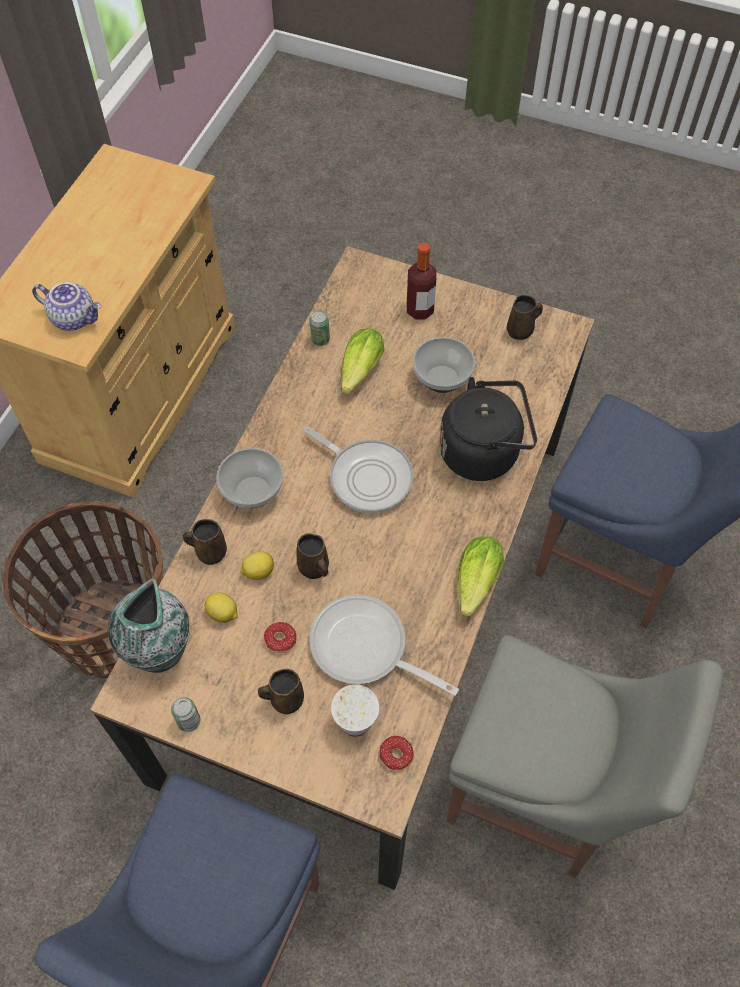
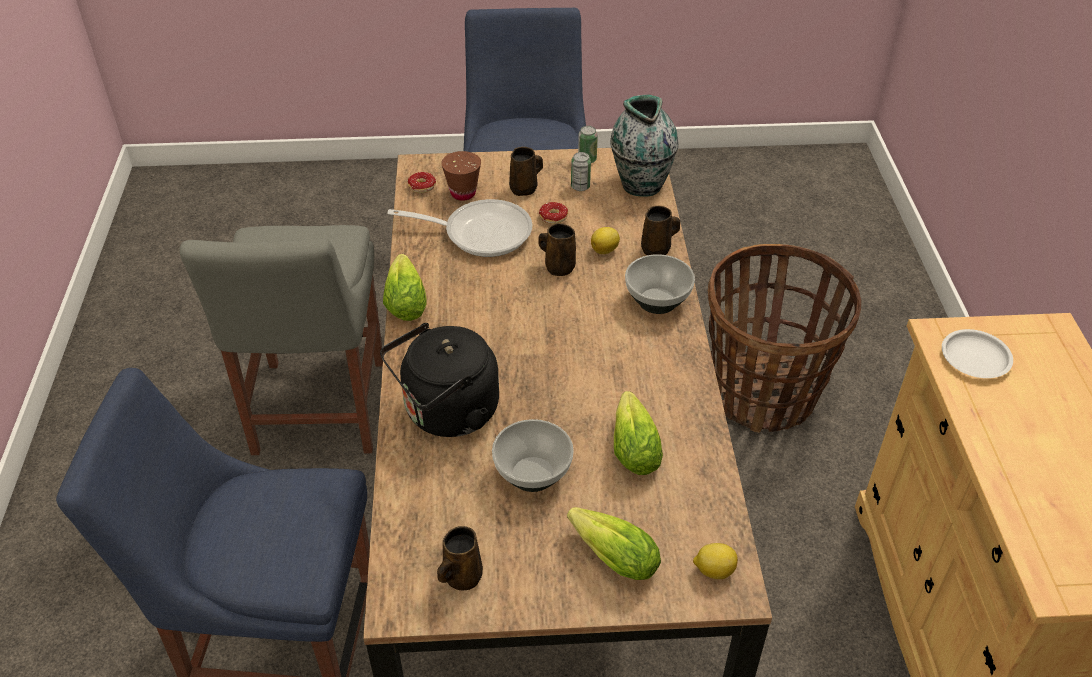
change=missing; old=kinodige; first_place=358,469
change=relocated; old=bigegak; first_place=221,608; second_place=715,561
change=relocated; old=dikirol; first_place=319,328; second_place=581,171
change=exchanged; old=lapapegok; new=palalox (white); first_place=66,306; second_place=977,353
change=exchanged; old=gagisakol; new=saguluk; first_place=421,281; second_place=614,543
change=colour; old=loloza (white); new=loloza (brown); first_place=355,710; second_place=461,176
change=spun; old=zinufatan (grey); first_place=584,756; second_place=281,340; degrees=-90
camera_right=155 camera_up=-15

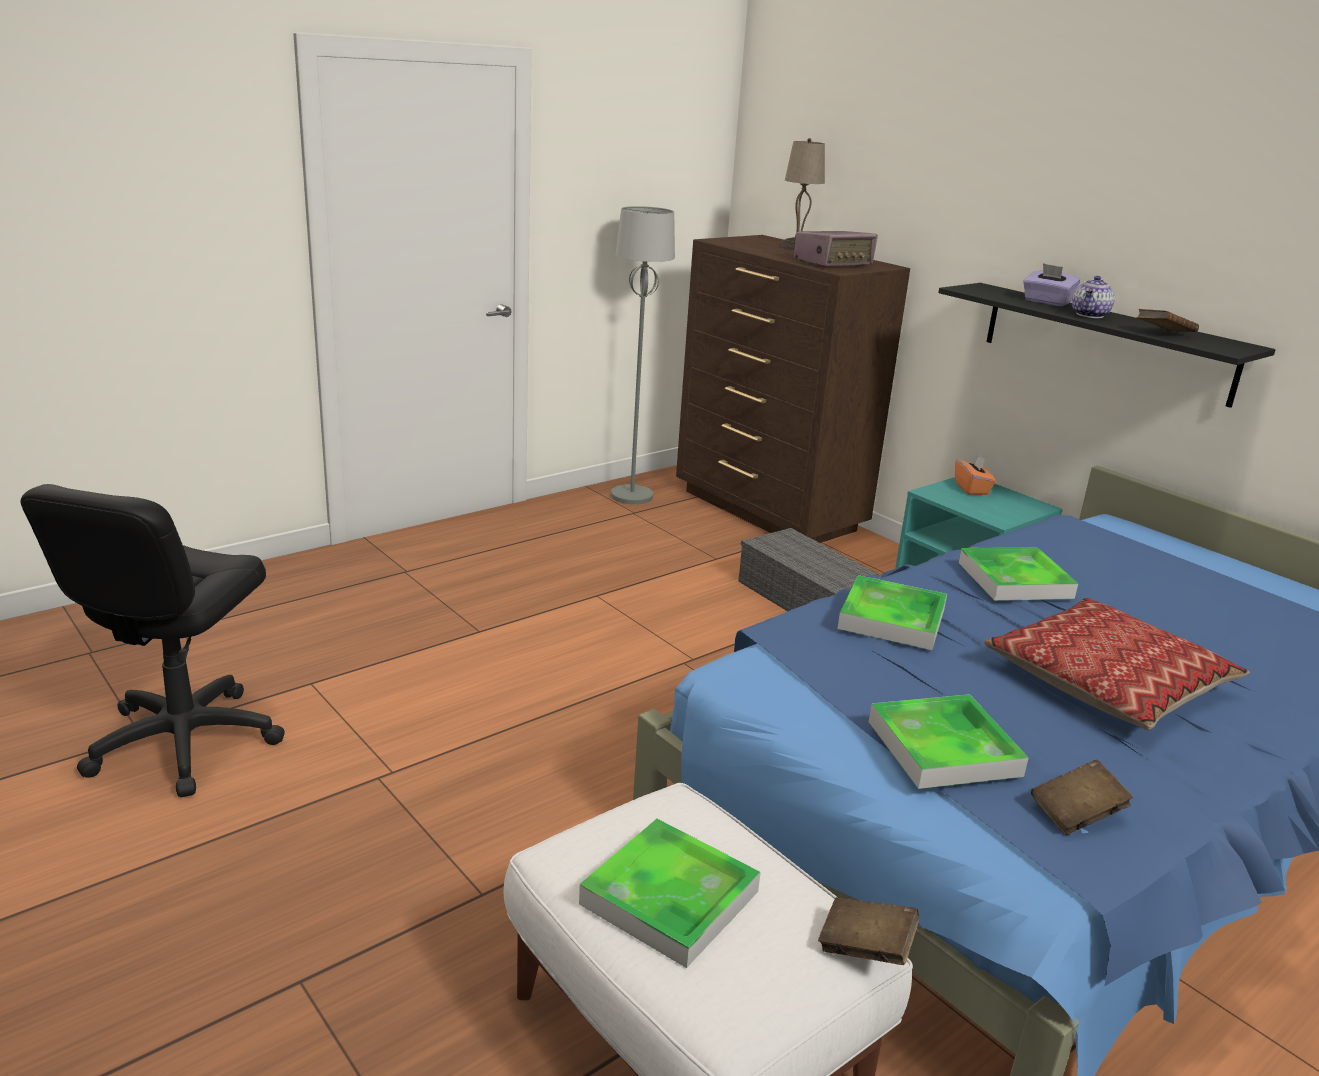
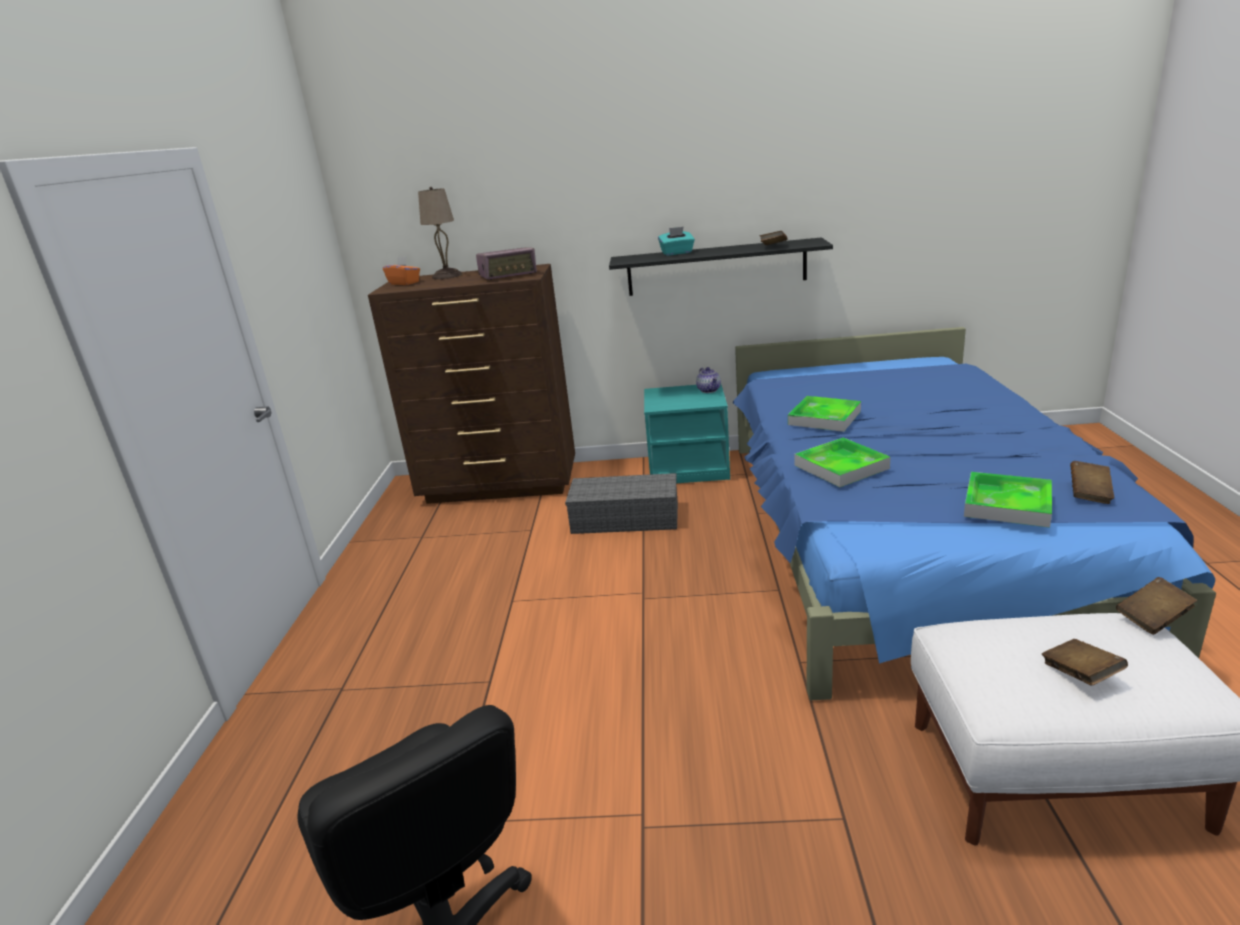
change=missing; old=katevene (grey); first_place=643,355
change=missing; old=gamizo; first_place=1117,664
change=relocated; old=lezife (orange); first_place=975,475; second_place=401,271
change=relocated; old=lapapegok; first_place=1093,297; second_place=708,380
change=exchanged; old=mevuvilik; new=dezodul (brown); first_place=670,893; second_place=1084,662
change=colour; old=lezife (purple); new=lezife (turquoise); first_place=1051,284; second_place=676,241
change=spun; old=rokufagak; first_place=836,249; second_place=506,264; degrees=60
camera_right=-45 camera_up=0

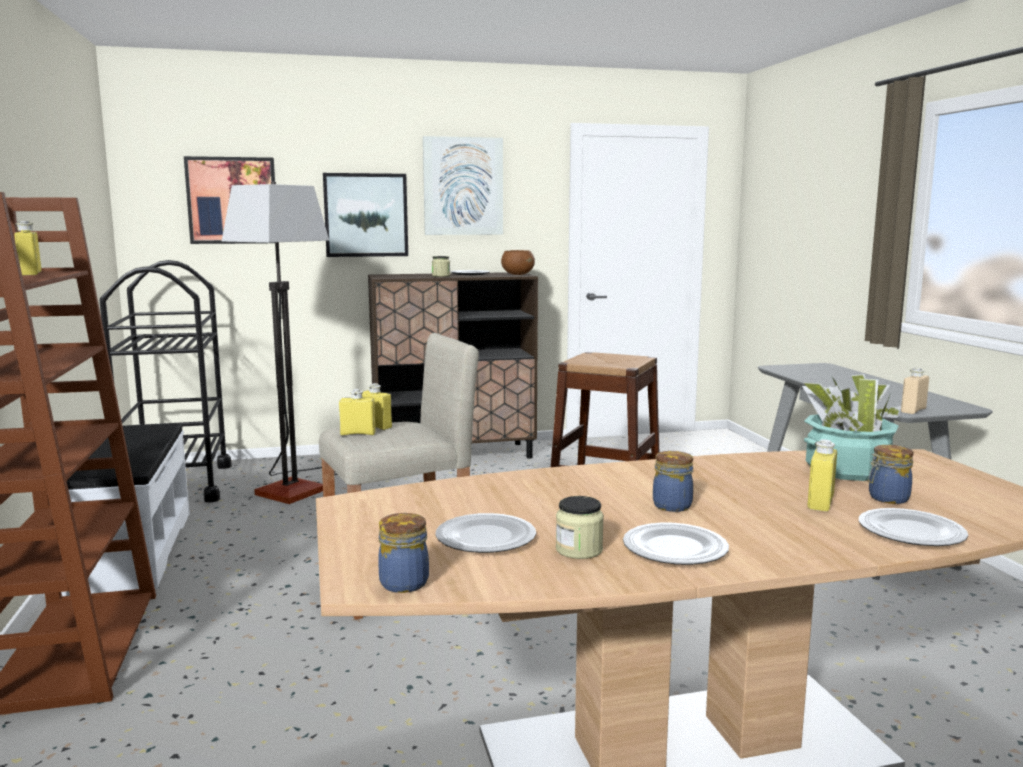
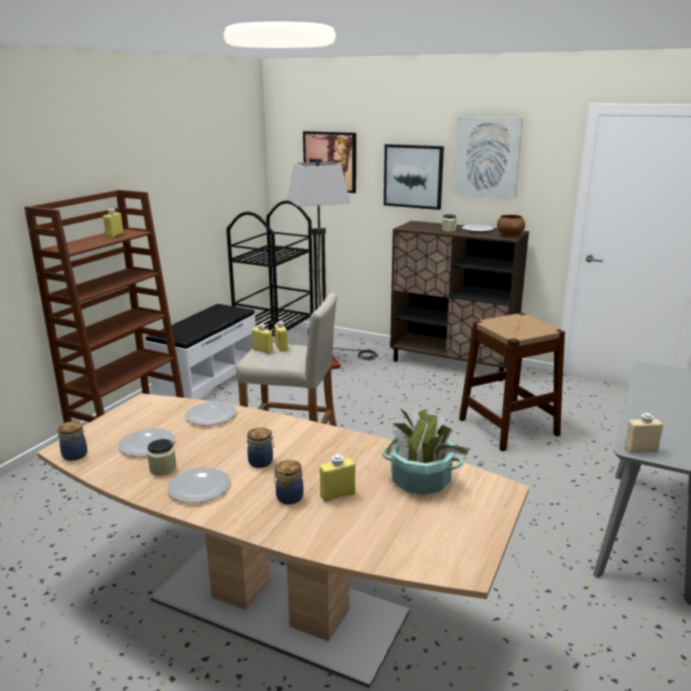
change=relocated; old=palalox; first_place=913,527; second_place=211,414
change=relocated; old=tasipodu; first_place=891,474; second_place=289,482
camera_right=40 camera_up=10

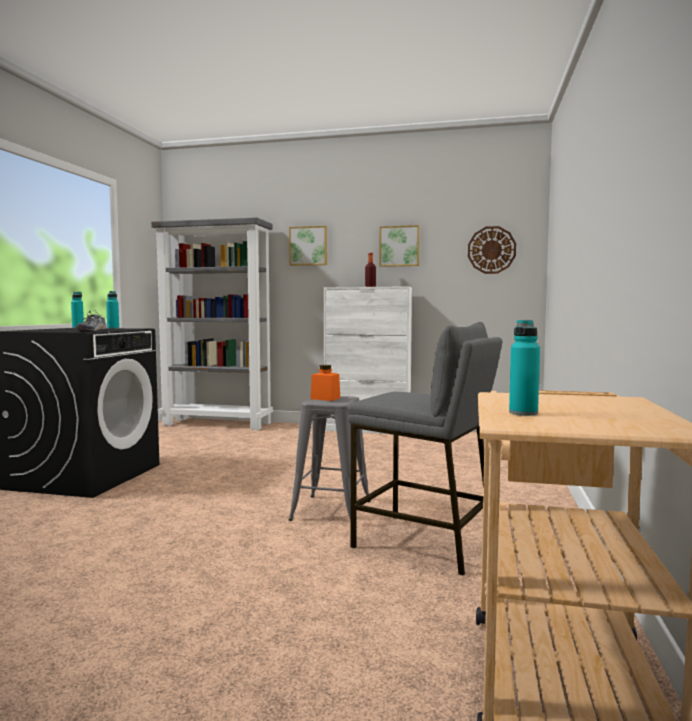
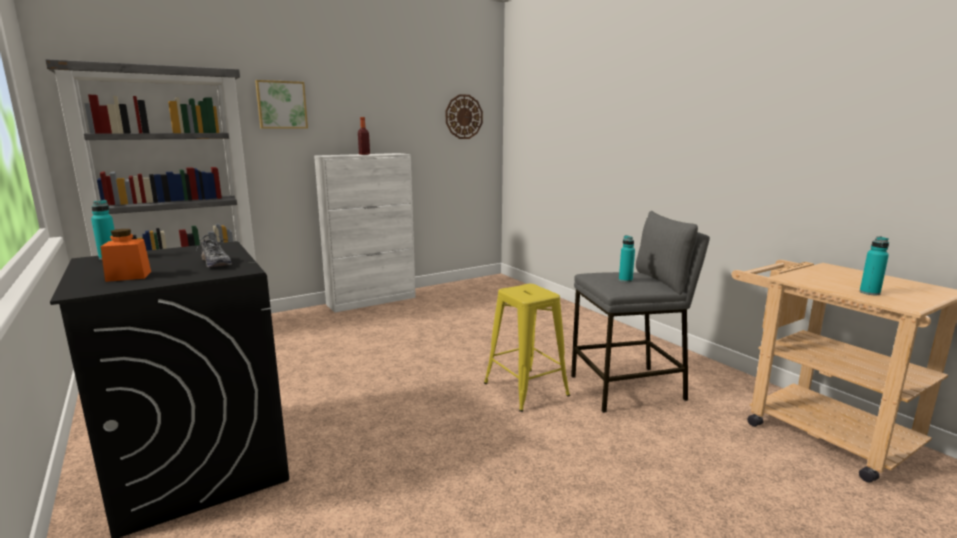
change=missing; old=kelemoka; first_place=399,246
change=relocated; old=gagisakol (turquoise); first_place=112,310; second_place=627,258
change=relocated; old=tasipodu (orange); first_place=325,383; second_place=125,255
change=colour; old=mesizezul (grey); new=mesizezul (yellow); first_place=329,458; second_place=527,348
camera_right=-45 camera_up=10

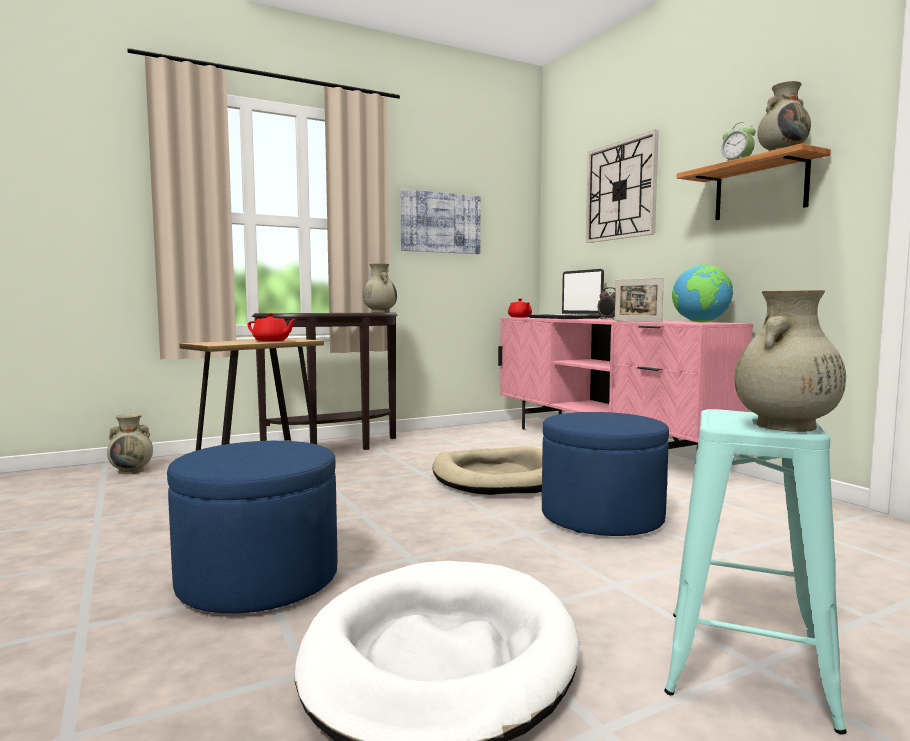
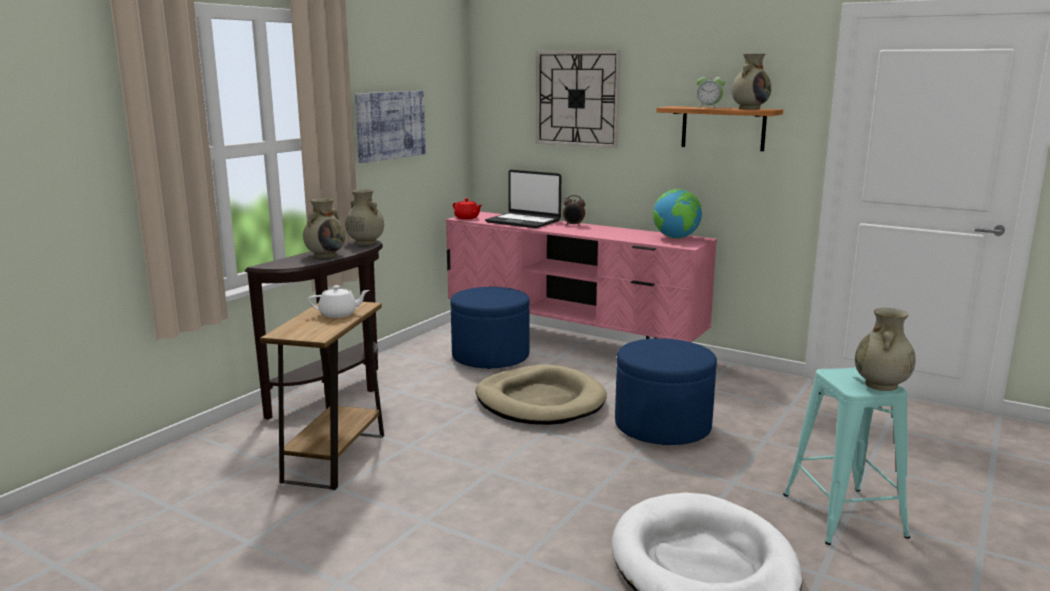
change=missing; old=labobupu; first_place=639,300
change=relocated; old=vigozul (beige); first_place=130,444; second_place=324,228
change=relocated; old=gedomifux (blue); first_place=252,527; second_place=490,328
change=colour; old=lapapegok (red); new=lapapegok (white); first_place=272,327; second_place=338,301
camera_right=-30 camera_up=10

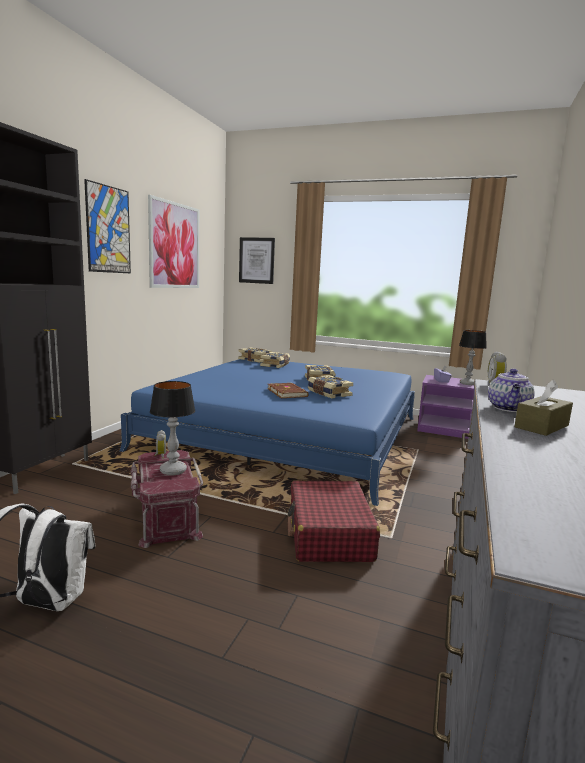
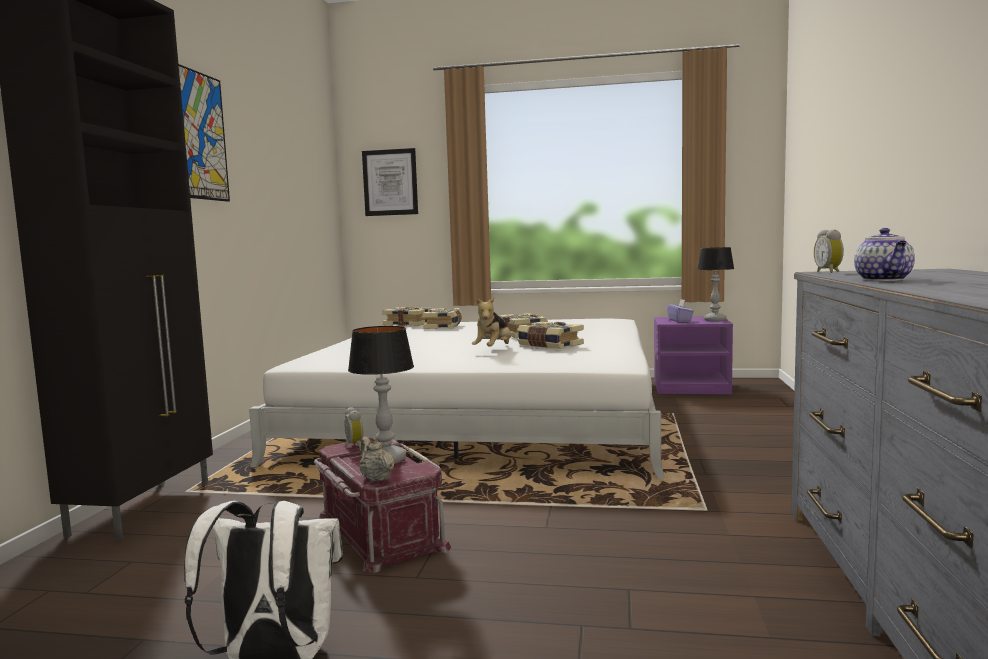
change=missing; old=kelemoka; first_place=173,241
change=missing; old=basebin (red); first_place=334,521
change=missing; old=lezife (brown); first_place=543,407
change=appeared; new=lapapegok (beige); second_place=377,459
change=exchanged; old=dezodul (brown); new=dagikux; first_place=287,390; second_place=491,322
change=colour; old=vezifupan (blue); new=vezifupan (white); first_place=267,432; second_place=457,399
camera_right=-10 camera_up=-5

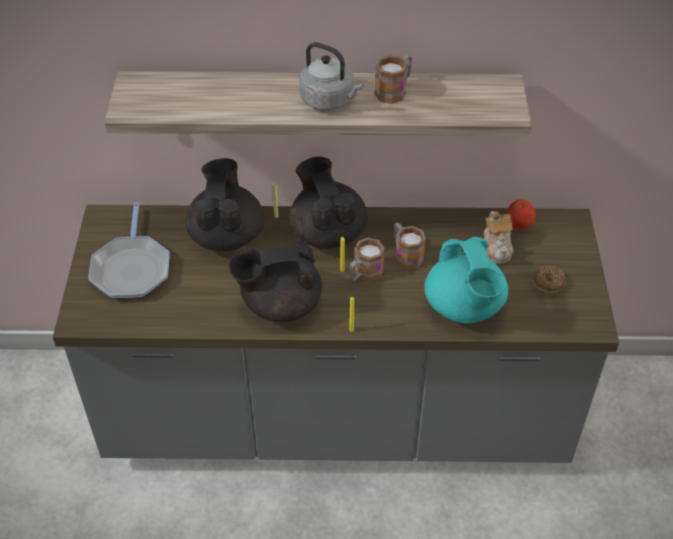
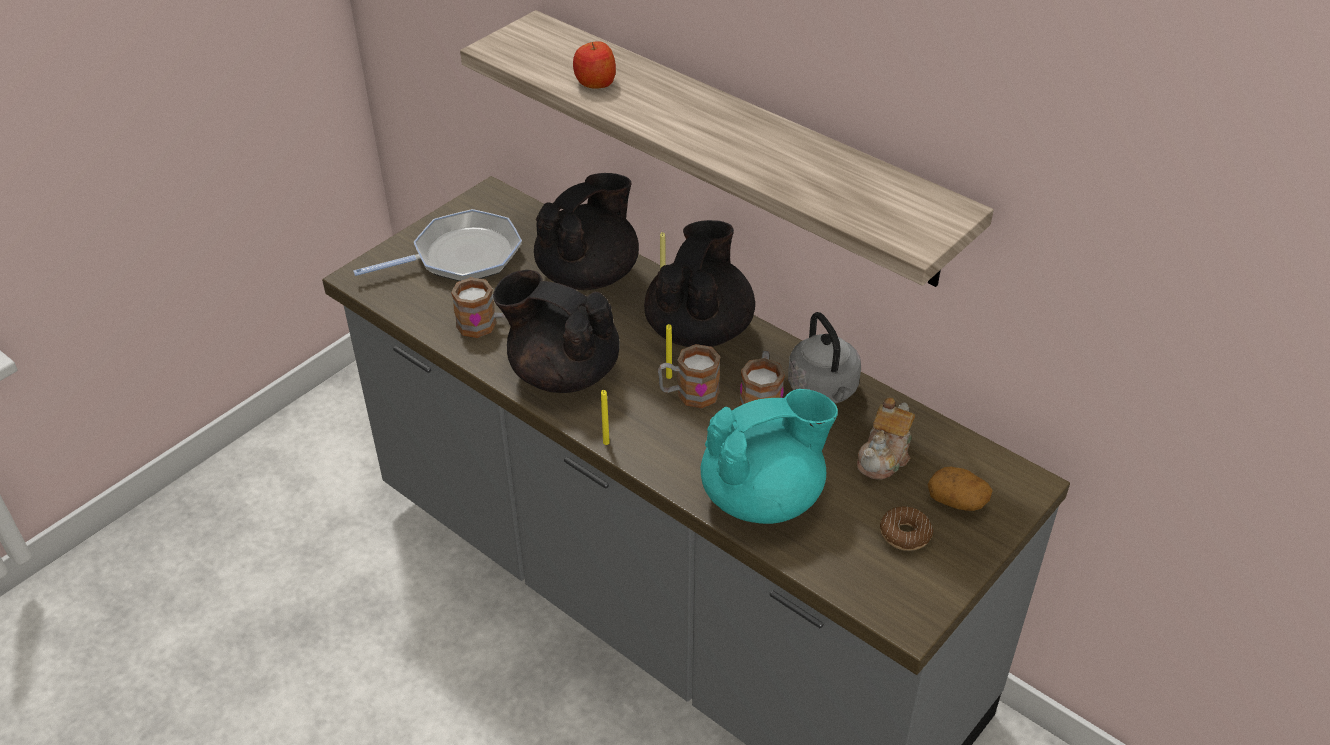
change=appeared; new=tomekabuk; second_place=960,489
change=relocated; old=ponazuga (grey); first_place=331,76; second_place=824,357
change=relocated; old=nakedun; first_place=393,79; second_place=478,307
change=relocated; old=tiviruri; first_place=521,214; second_place=594,65
change=spun; old=kinodige; first_place=129,250; second_place=437,245; degrees=-150
change=spun; old=lapapegok (turquoise); first_place=466,280; second_place=769,456; degrees=-135
camera_right=40 camera_up=-5

